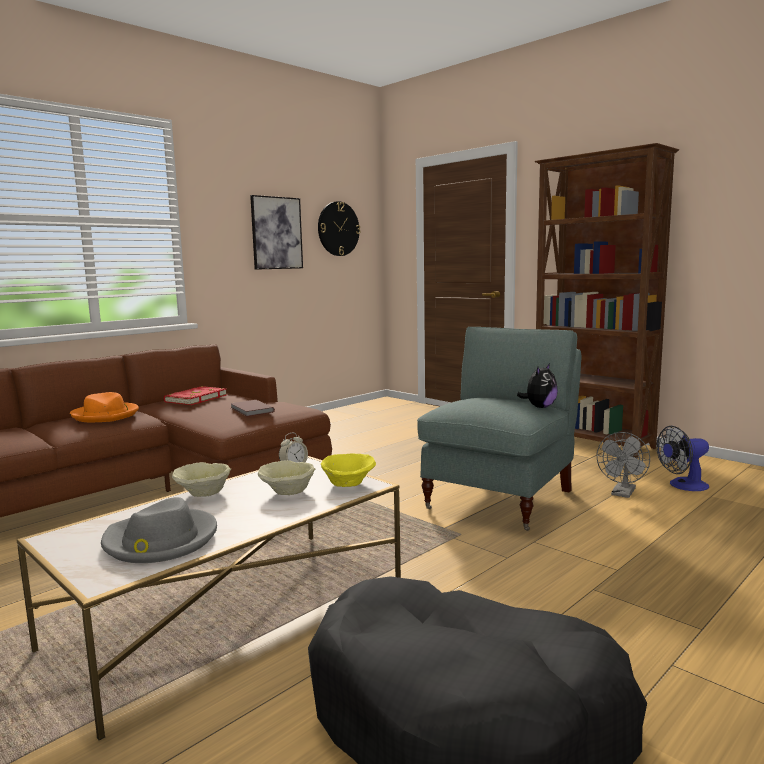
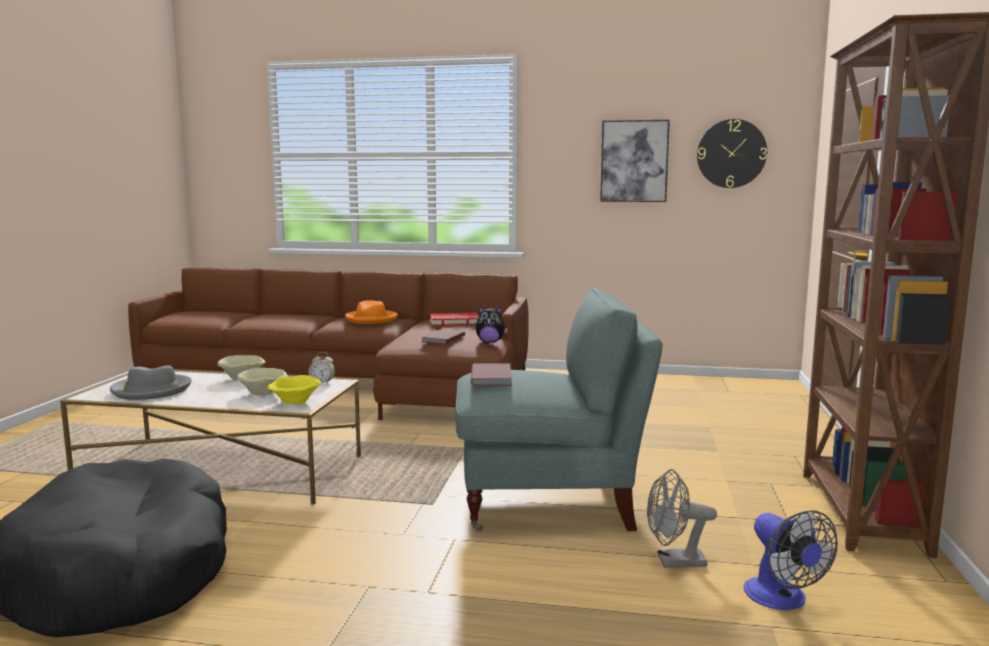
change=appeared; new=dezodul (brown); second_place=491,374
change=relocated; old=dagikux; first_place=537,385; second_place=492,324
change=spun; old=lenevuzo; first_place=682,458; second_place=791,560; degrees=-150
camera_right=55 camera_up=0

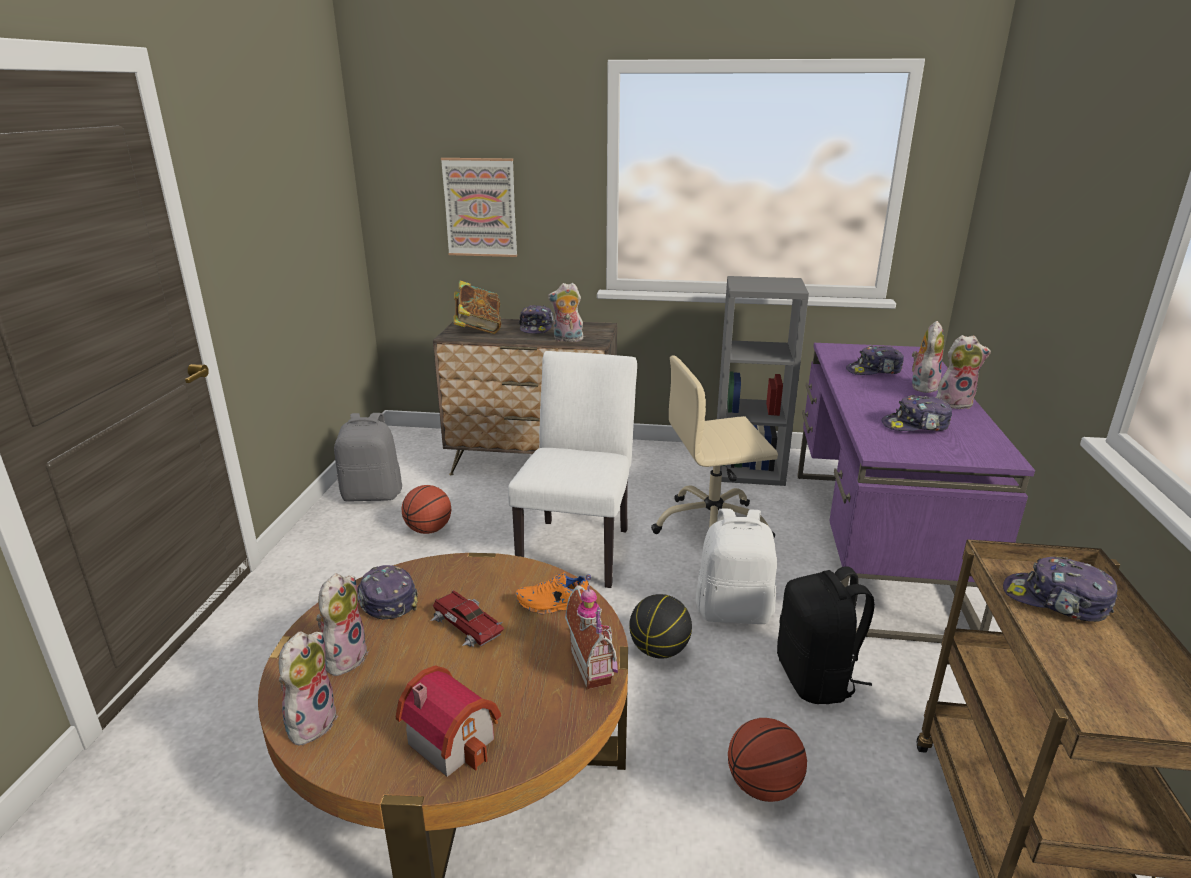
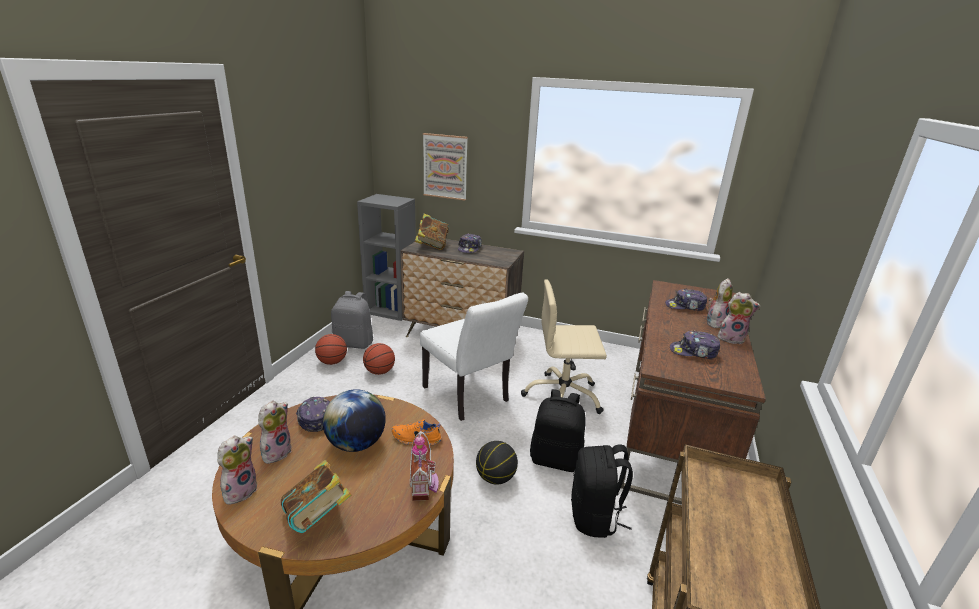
change=missing; old=dagikux; first_place=565,312
change=missing; old=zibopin; first_place=1060,589
change=relocated; old=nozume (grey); first_place=763,381; second_place=386,257
change=relocated; old=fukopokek; first_place=767,760; second_place=331,349
change=exchanged; old=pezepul; new=dezodul; first_place=448,721; second_place=316,496
change=exchanged; old=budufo; new=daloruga; first_place=468,618; second_place=354,420
change=colour; old=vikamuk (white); new=vikamuk (black); first_place=736,566; second_place=558,430
change=colour; old=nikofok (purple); new=nikofok (brown); first_place=916,493; second_place=693,392
change=spun; old=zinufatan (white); first_place=572,469; second_place=474,357; degrees=120
camera_right=10 camera_up=0

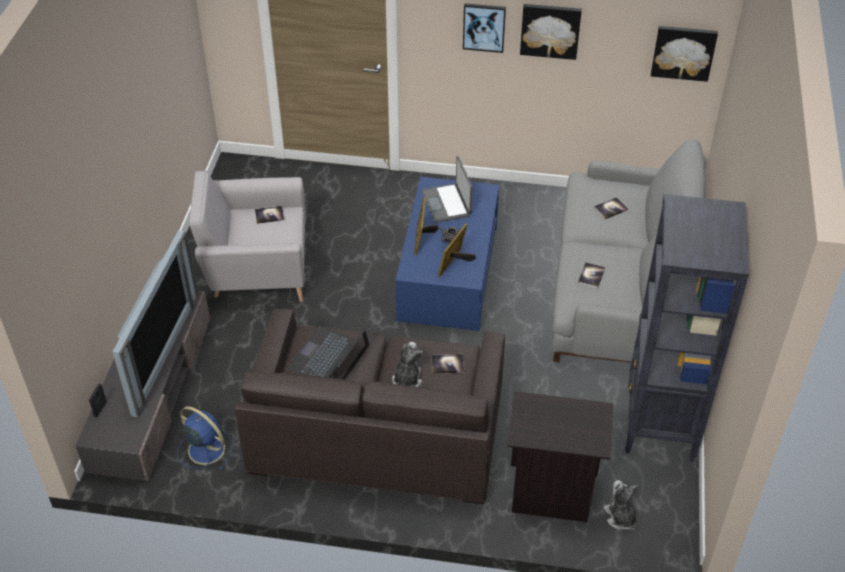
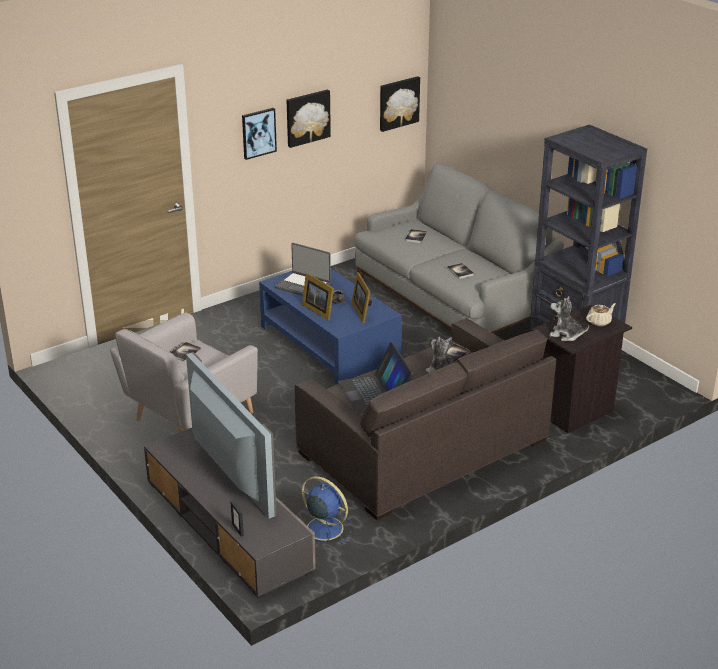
change=appeared; new=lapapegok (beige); second_place=601,314
change=relocated; old=dagikux; first_place=621,505; second_place=569,318
change=spun; old=lenevuzo (blue); first_place=205,438; second_place=326,510; degrees=45
camera_right=-45 camera_up=-15

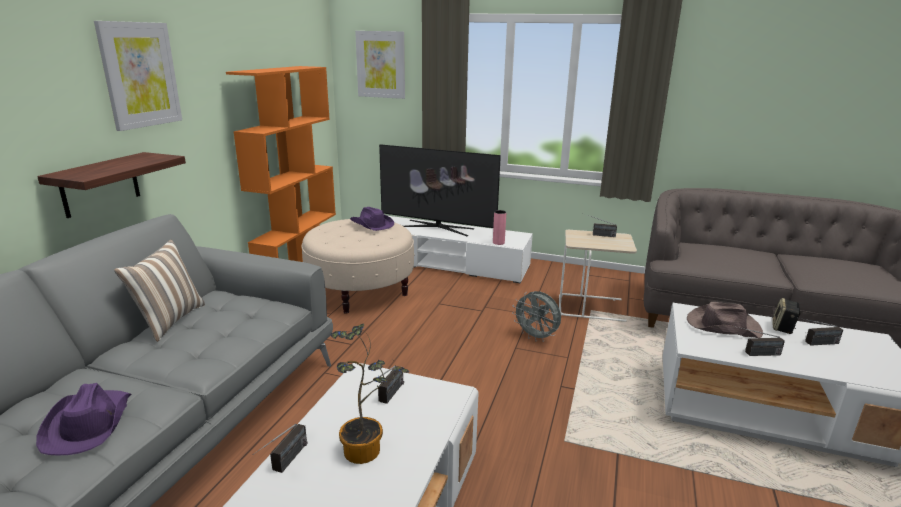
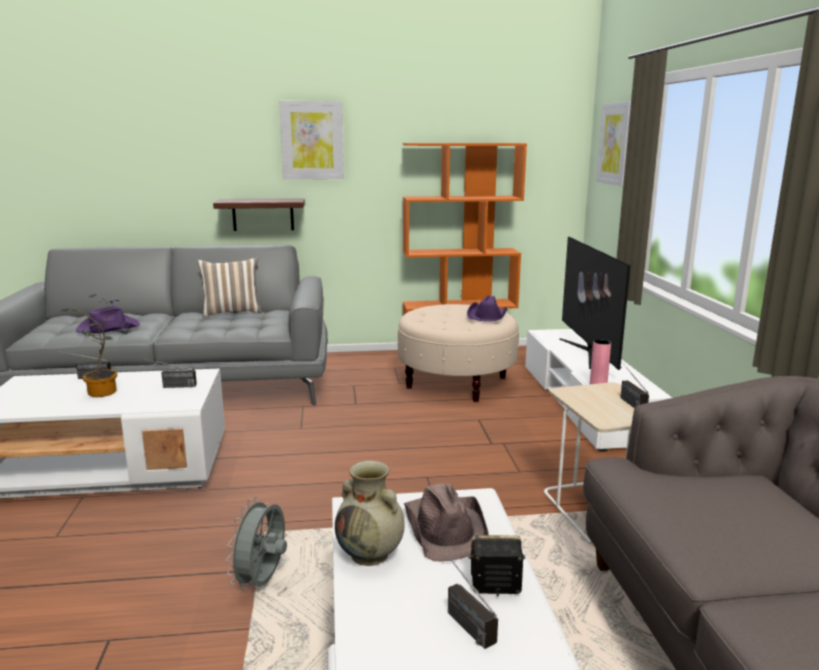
change=relocated; old=lenevuzo (grey); first_place=536,316; second_place=256,542
change=exchanged; old=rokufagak; new=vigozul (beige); first_place=759,341; second_place=370,513
camera_right=65 camera_up=-5

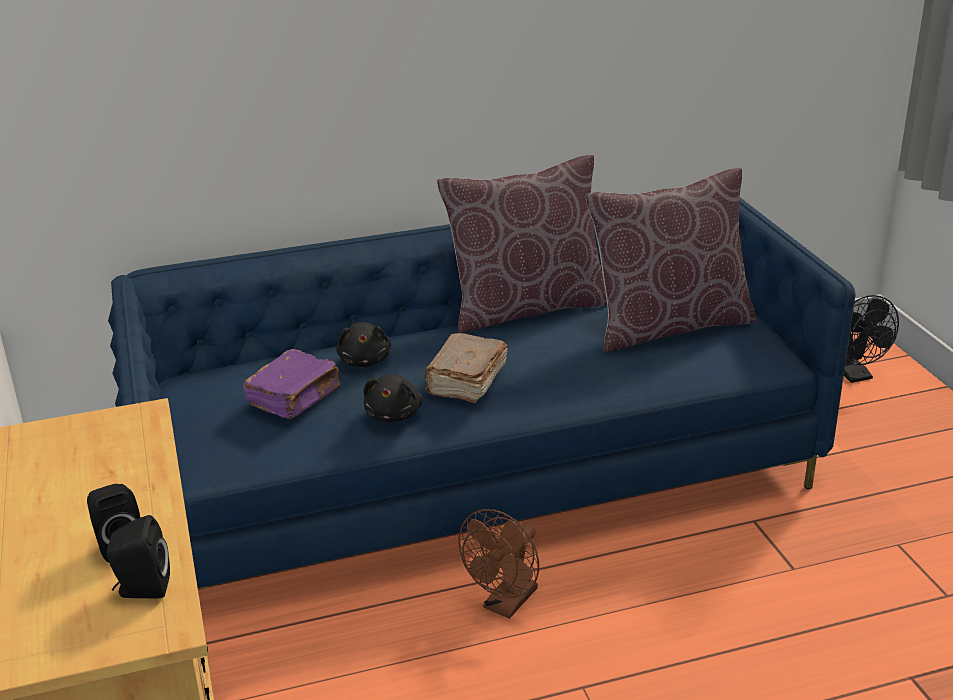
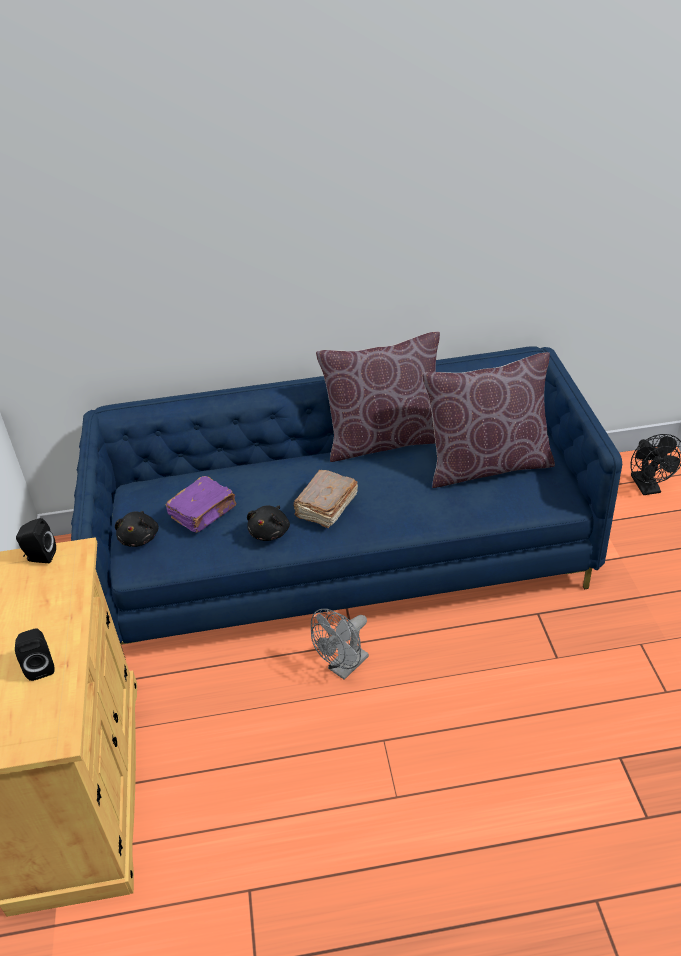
change=relocated; old=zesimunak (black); first_place=138,556; second_place=36,540
change=relocated; old=dagikux (black); first_place=363,344; second_place=137,529
change=colour; old=lenevuzo (brown); new=lenevuzo (grey); first_place=498,564; second_place=340,644
camera_right=10 camera_up=10

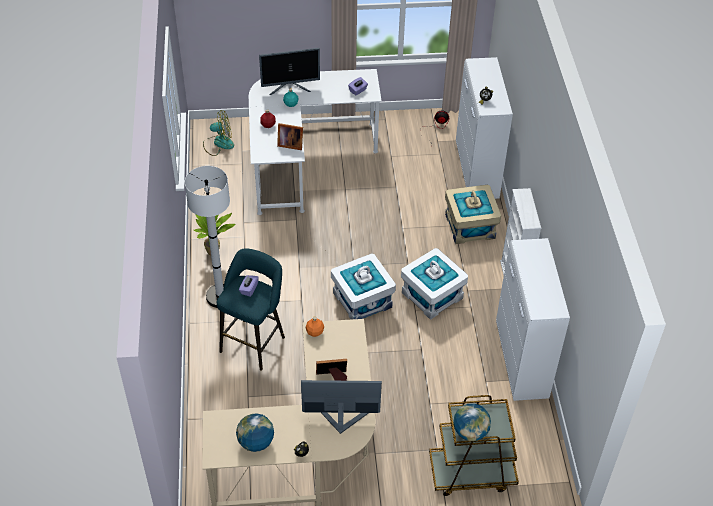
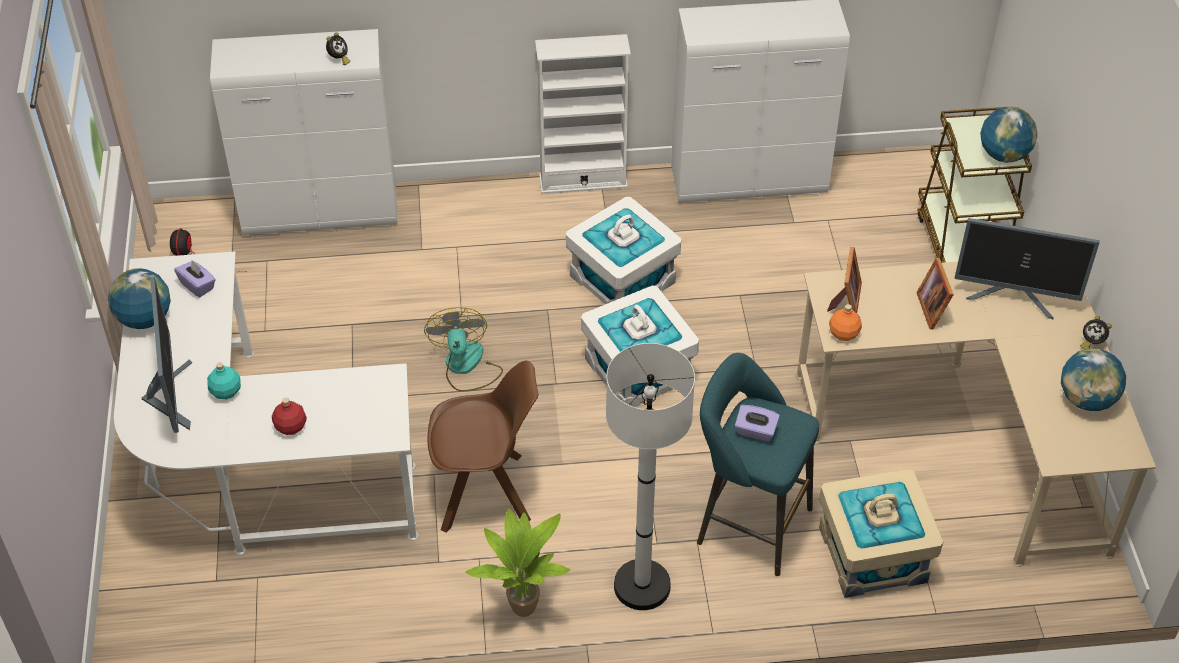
change=appeared; new=daloruga; second_place=139,298
change=appeared; new=zinufatan (brown); second_place=482,446
change=relocated; old=lenevuzo; first_place=218,133; second_place=463,349
change=relocated; old=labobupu; first_place=290,136; second_place=844,280
change=relocated; old=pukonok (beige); first_place=473,214; second_place=881,533
change=spun; old=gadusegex; first_place=341,407; second_place=1027,268; degrees=-75
camera_right=-90 camera_up=0

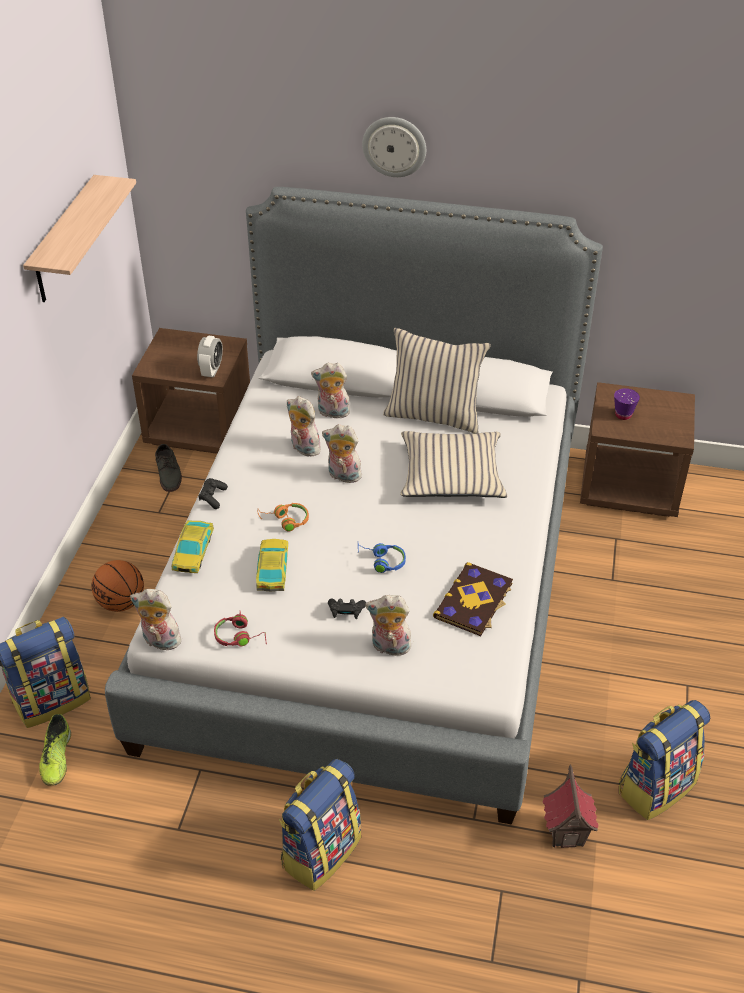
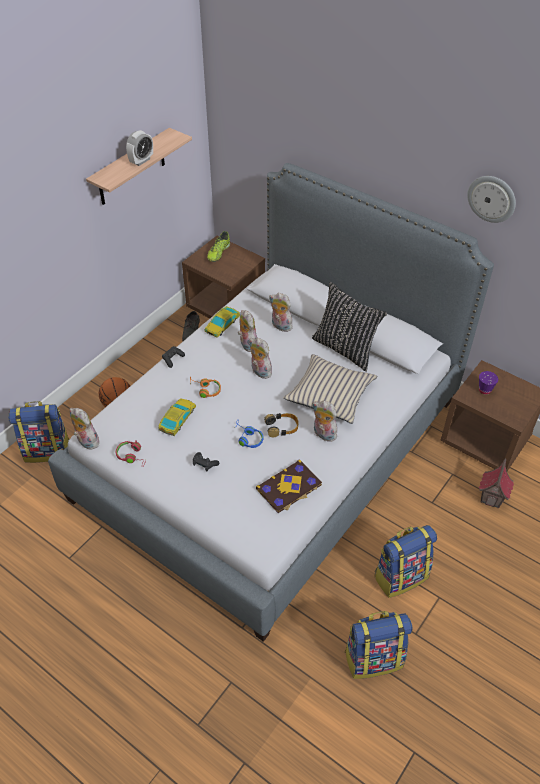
change=appeared; new=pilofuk; second_place=281,425
change=relocated; old=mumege; first_place=55,750; second_place=218,246
change=relocated; old=budufo; first_place=193,546; second_place=222,322
change=relocated; old=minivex; first_place=210,356; second_place=139,148
change=relocated; old=vikamuk; first_place=320,825; second_place=405,561
change=relocated; old=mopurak; first_place=394,147; second_place=491,199
change=relocated; old=dagikux; first_place=388,625; second_place=324,421
change=relocated; old=pezepul; first_place=570,806; second_place=496,483
change=colour; old=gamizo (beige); new=gamizo (black); first_place=437,381; second_place=349,327
camera_right=25 camera_up=5

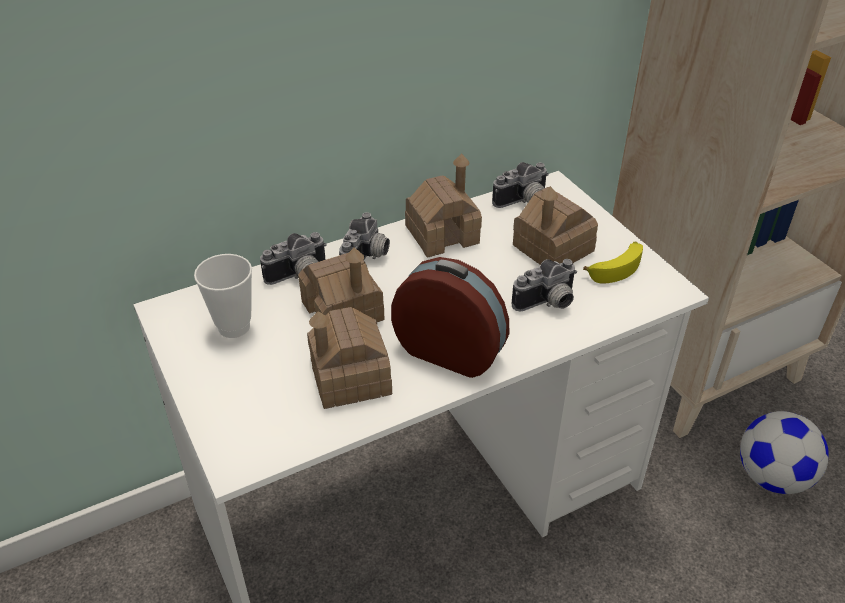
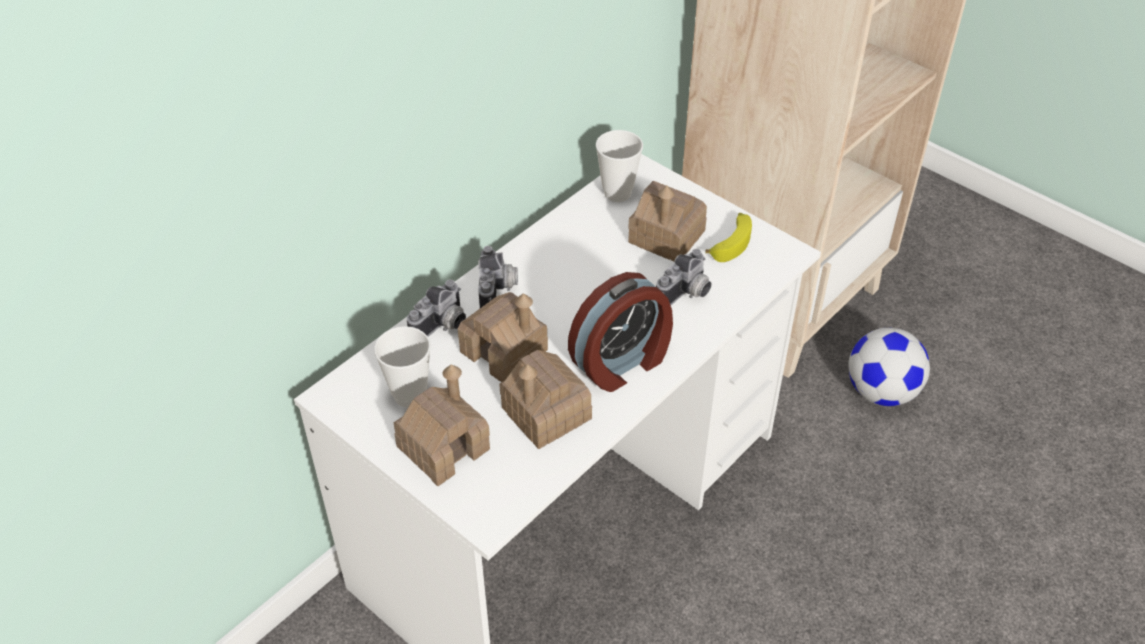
change=relocated; old=pezepul; first_place=443,205; second_place=442,425
change=exchanged; old=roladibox; new=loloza; first_place=520,185; second_place=619,166
change=spun; old=minivex; first_place=450,317; second_place=620,332; degrees=135
camera_right=-20 camera_up=5

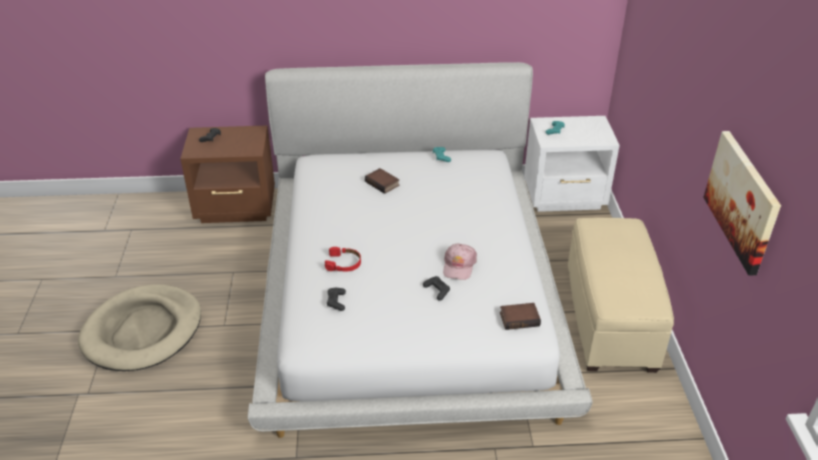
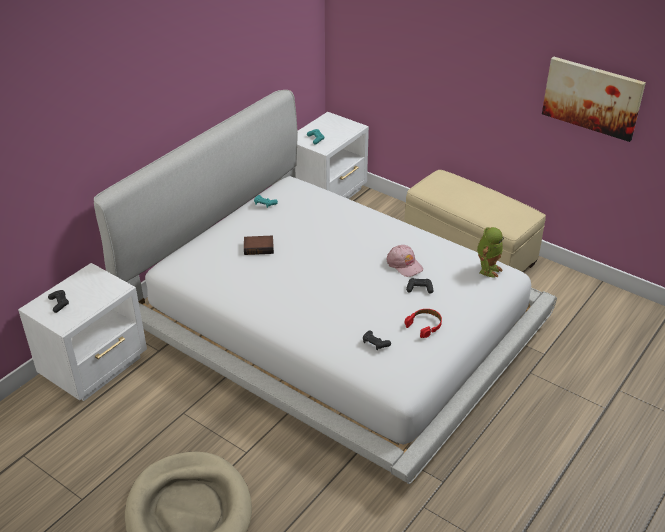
change=relocated; old=pilofuk (red); first_place=343,259; second_place=423,323
change=exchanged; old=dezodul; new=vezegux; first_place=520,316; second_place=490,252
change=colour; old=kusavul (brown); new=kusavul (white); first_place=227,174; second_place=82,332
camera_right=-50 camera_up=0

